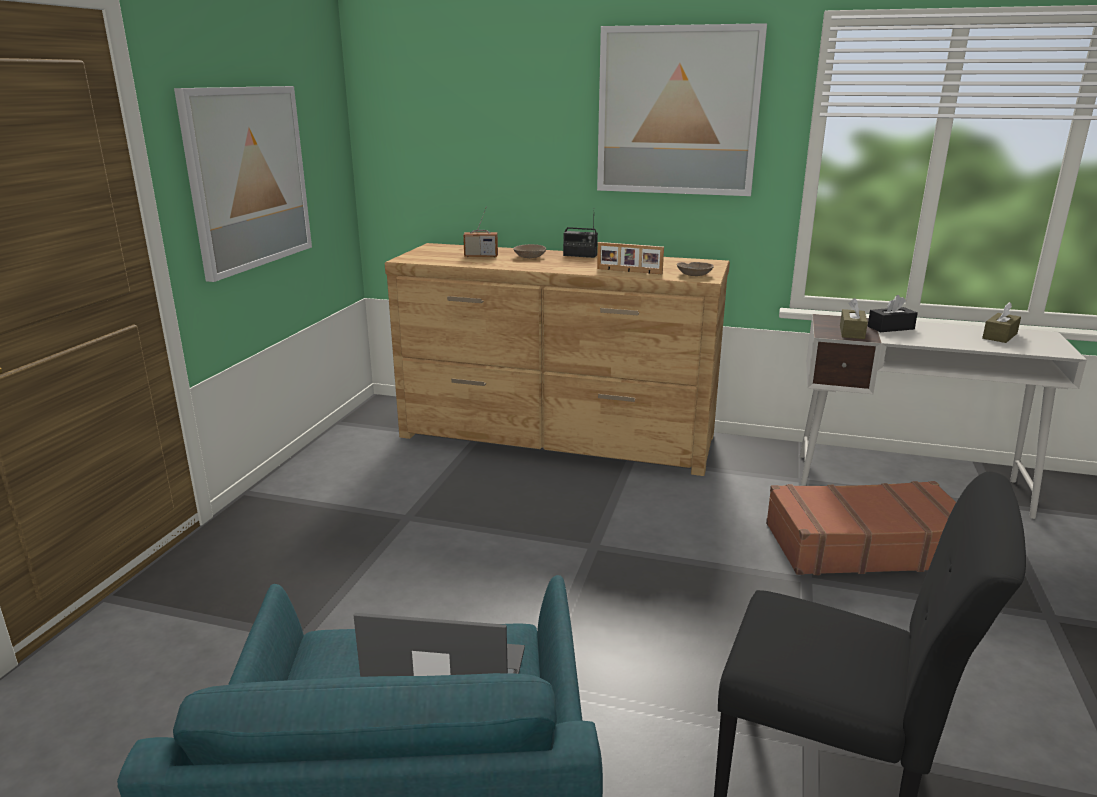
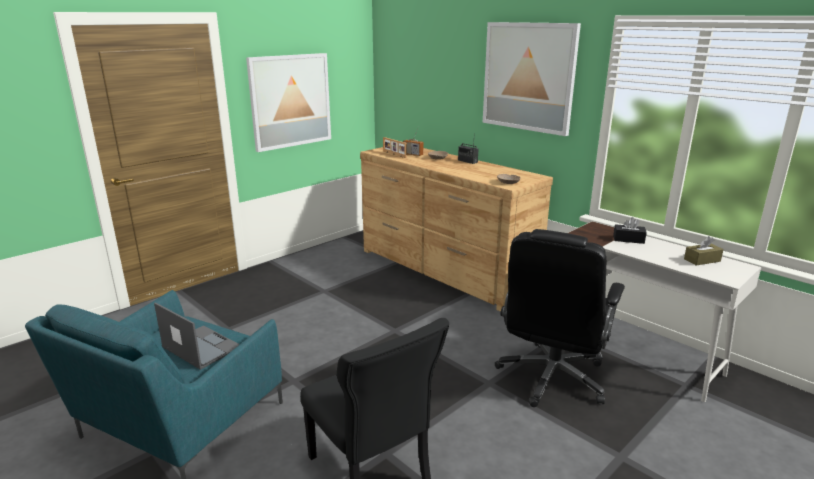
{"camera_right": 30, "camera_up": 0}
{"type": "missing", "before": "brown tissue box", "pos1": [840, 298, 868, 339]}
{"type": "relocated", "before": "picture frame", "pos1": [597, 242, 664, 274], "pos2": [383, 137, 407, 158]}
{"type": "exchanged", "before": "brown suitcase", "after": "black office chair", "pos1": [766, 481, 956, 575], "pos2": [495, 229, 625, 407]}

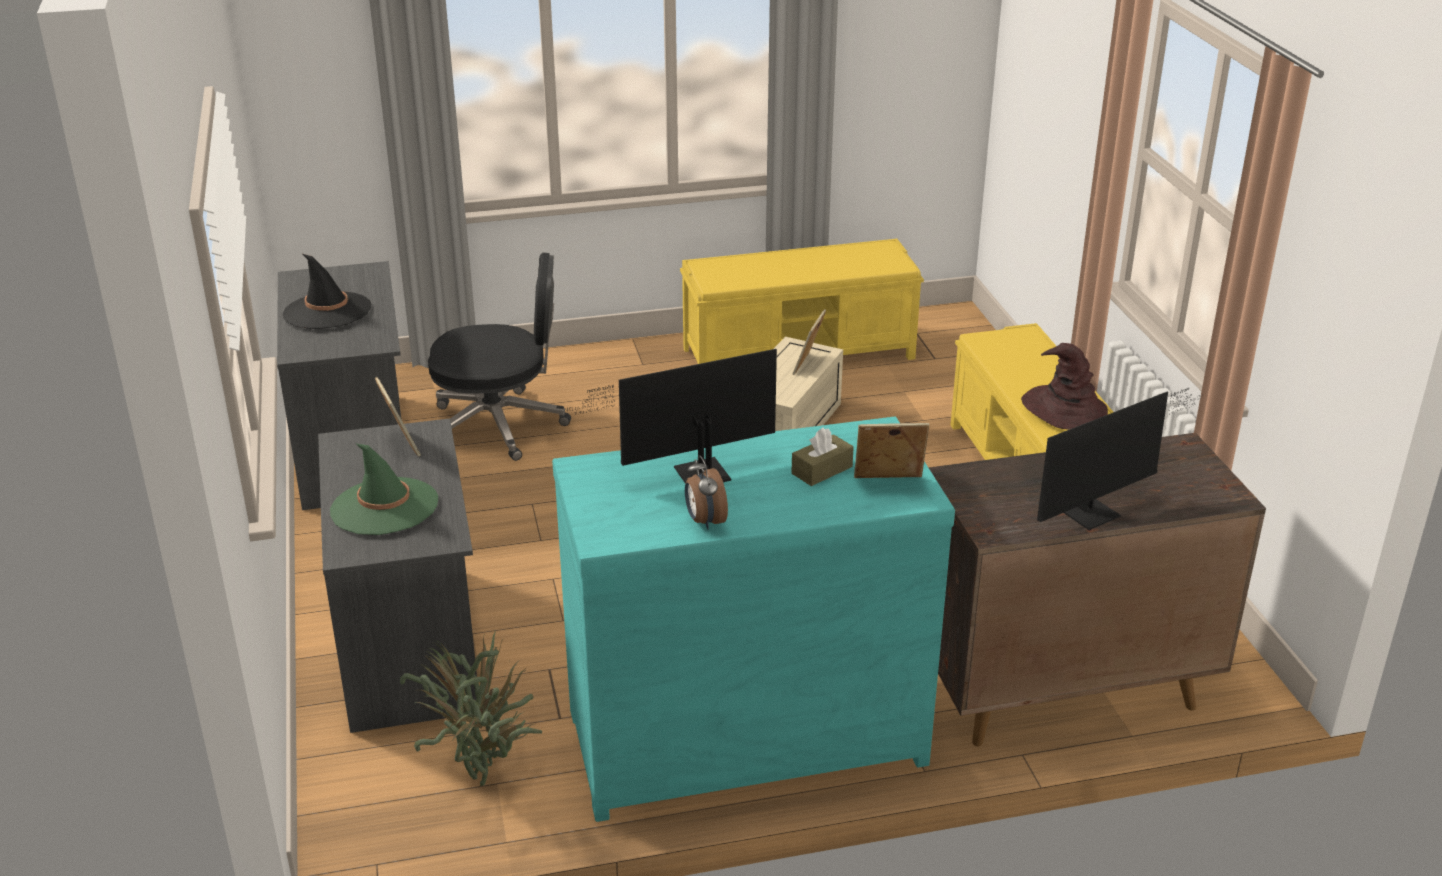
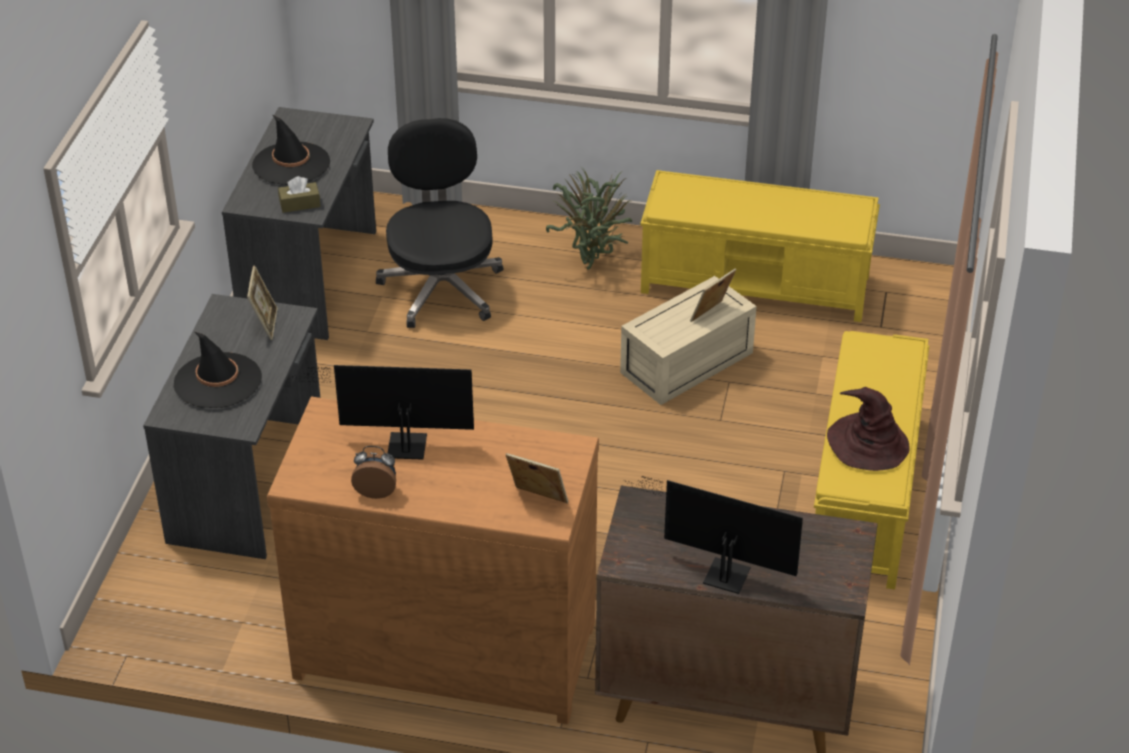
{"camera_right": 25, "camera_up": 10}
{"type": "relocated", "before": "potted plant", "pos1": [400, 630, 542, 786], "pos2": [546, 169, 632, 269]}
{"type": "relocated", "before": "brown tissue box", "pos1": [791, 427, 854, 486], "pos2": [278, 176, 321, 213]}
{"type": "colour", "before": "green hat", "after": "black hat", "pos1": [330, 443, 438, 535], "pos2": [174, 331, 262, 408]}
{"type": "colour", "before": "turquoise dresser", "after": "brown dresser", "pos1": [552, 416, 955, 822], "pos2": [267, 396, 599, 724]}
{"type": "spun", "before": "black office chair", "pos1": [428, 253, 571, 461], "pos2": [376, 118, 504, 328], "turn": -120}
{"type": "spun", "before": "alarm clock", "pos1": [685, 455, 728, 530], "pos2": [351, 446, 396, 499], "turn": 90}
{"type": "spun", "before": "monitor", "pos1": [1037, 389, 1202, 530], "pos2": [625, 476, 803, 594], "turn": -150}

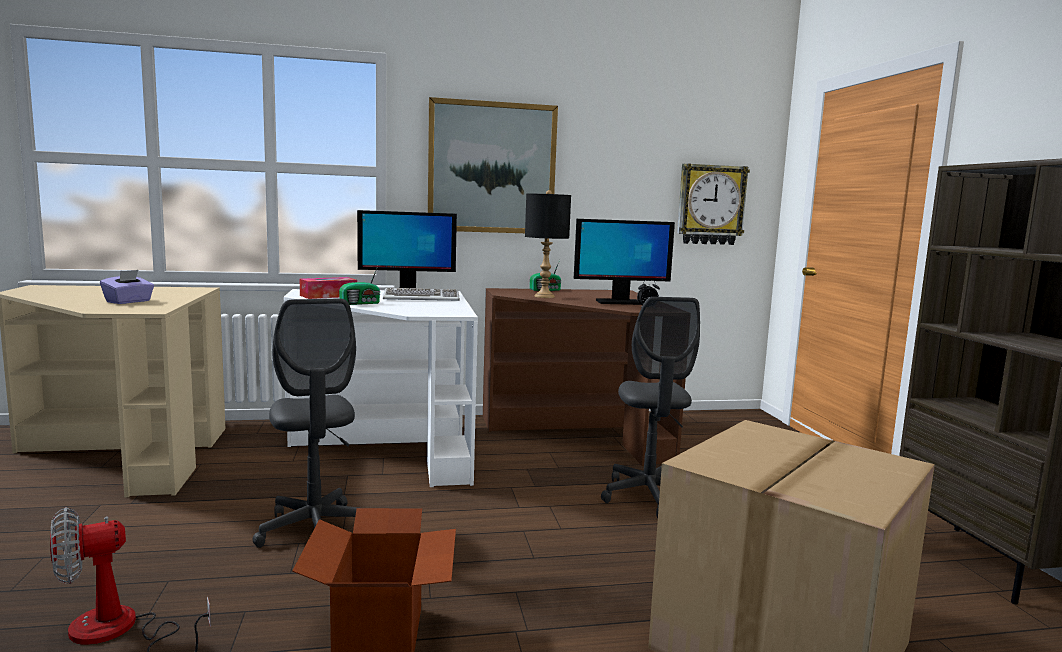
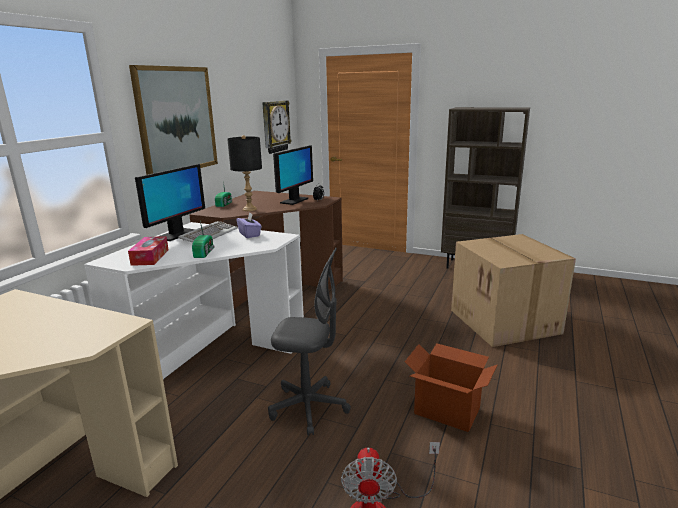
{"camera_right": -55, "camera_up": 10}
{"type": "missing", "before": "grey office chair", "pos1": [601, 297, 700, 518]}
{"type": "relocated", "before": "purple tissue box", "pos1": [100, 270, 154, 304], "pos2": [236, 212, 262, 238]}

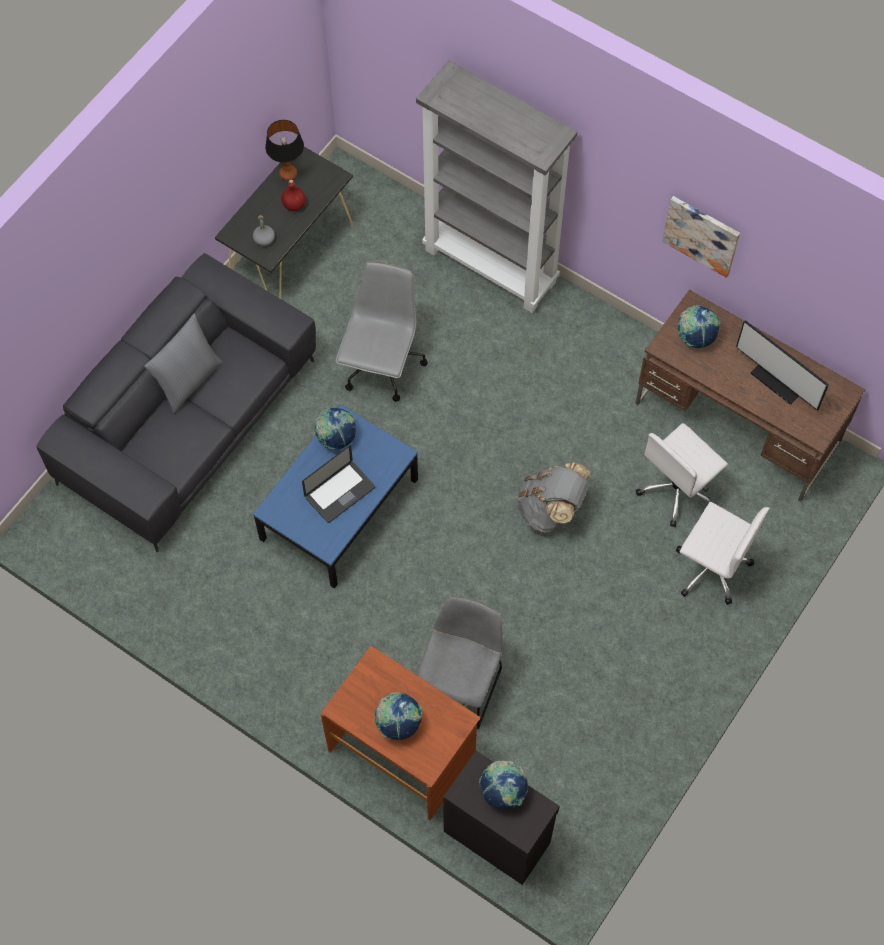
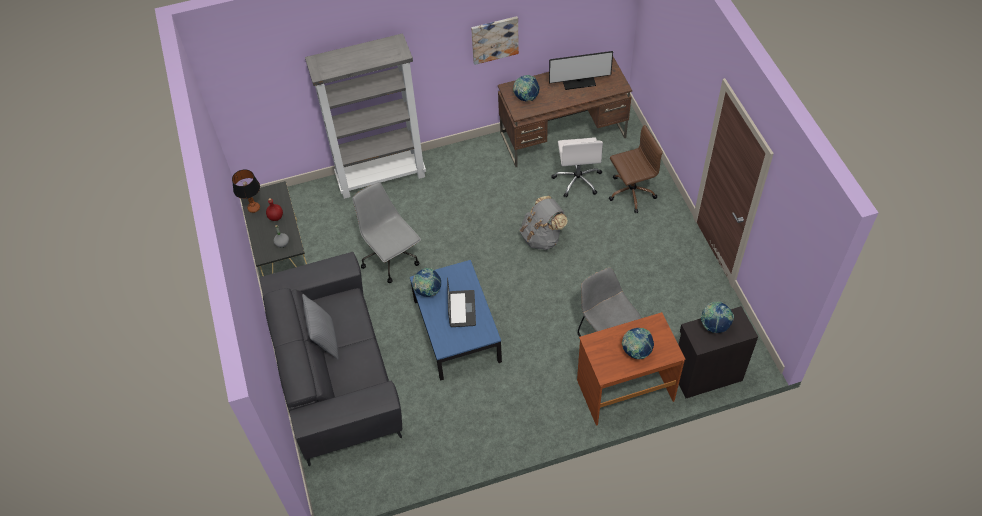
{"camera_right": -50, "camera_up": -10}
{"type": "colour", "before": "white office chair", "after": "brown office chair", "pos1": [676, 502, 770, 605], "pos2": [609, 125, 663, 213]}

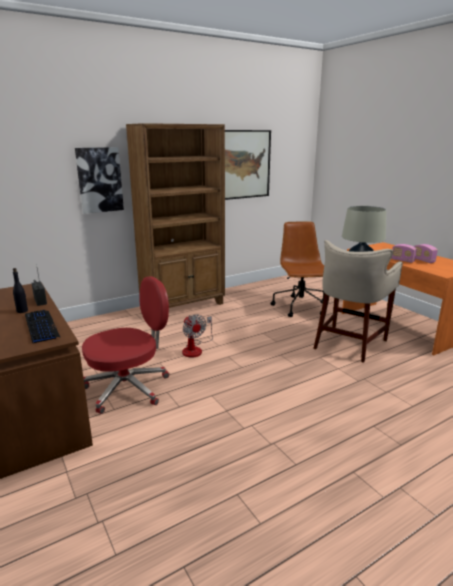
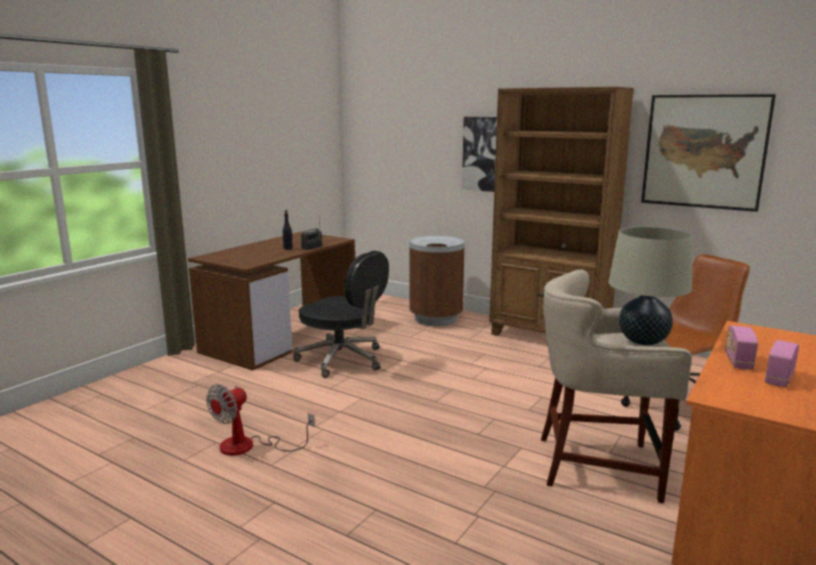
{"camera_right": 65, "camera_up": -5}
{"type": "missing", "before": "keyboard", "pos1": [25, 310, 60, 344]}
{"type": "appeared", "after": "brown trash can", "pos2": [409, 236, 465, 326]}
{"type": "relocated", "before": "fan", "pos1": [182, 314, 213, 358], "pos2": [206, 384, 315, 456]}
{"type": "colour", "before": "red office chair", "after": "black office chair", "pos1": [82, 276, 169, 414], "pos2": [293, 251, 389, 378]}

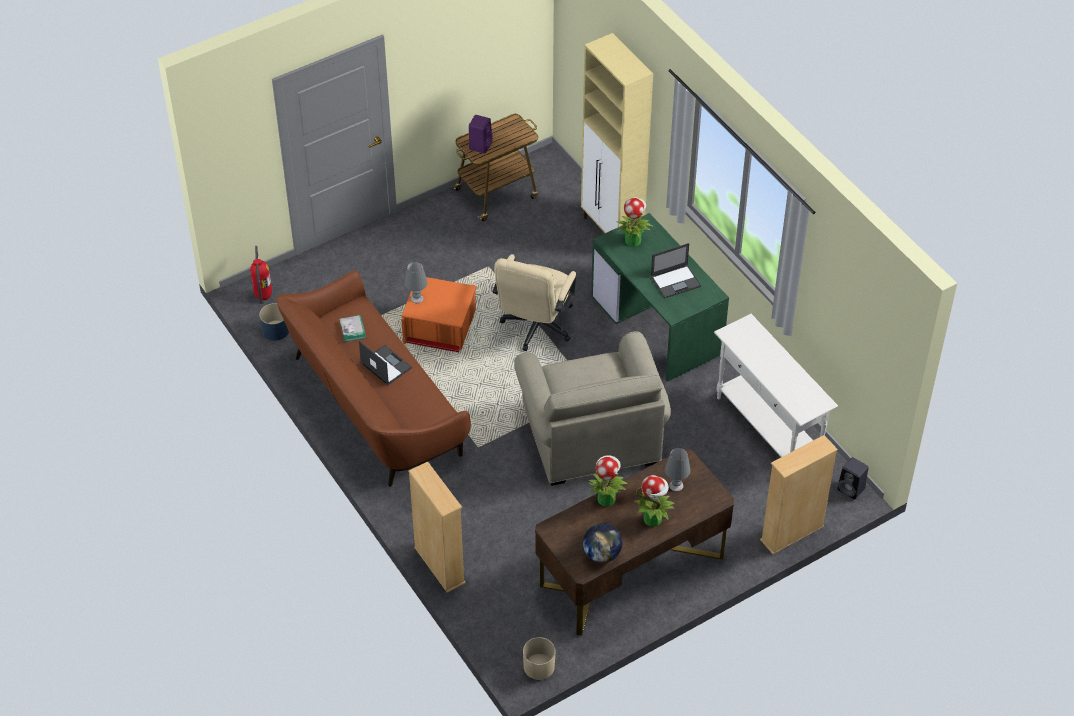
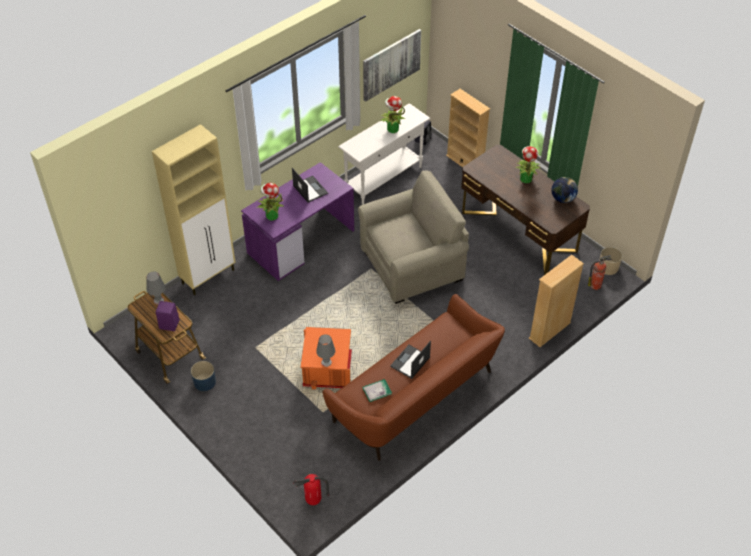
{"camera_right": -100, "camera_up": 0}
{"type": "missing", "before": "beige office chair", "pos1": [493, 254, 576, 351]}
{"type": "appeared", "after": "picture", "pos2": [363, 29, 421, 102]}
{"type": "appeared", "after": "fire extinguisher", "pos2": [588, 255, 612, 290]}
{"type": "relocated", "before": "blue planter", "pos1": [259, 303, 289, 341], "pos2": [191, 361, 216, 391]}
{"type": "relocated", "before": "potted plant", "pos1": [588, 455, 628, 507], "pos2": [380, 96, 406, 133]}
{"type": "relocated", "before": "grey table lamp", "pos1": [665, 448, 691, 492], "pos2": [146, 271, 165, 305]}
{"type": "colour", "before": "green desk", "after": "purple desk", "pos1": [591, 213, 729, 382], "pos2": [241, 162, 354, 281]}

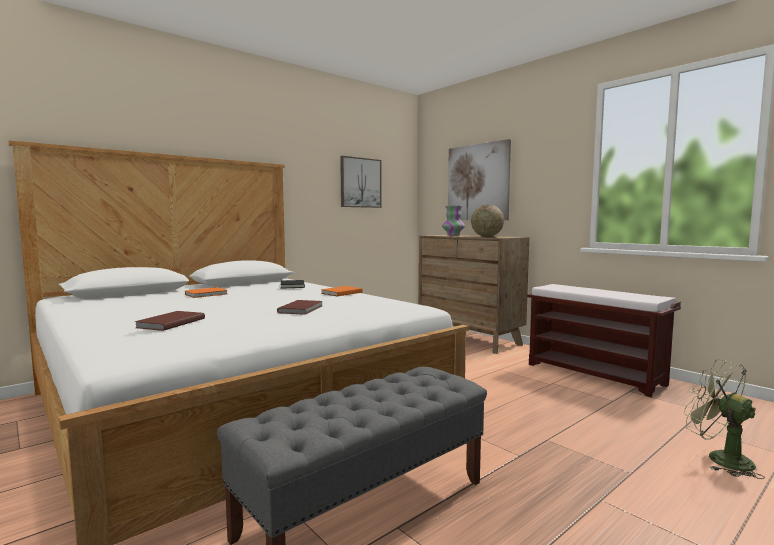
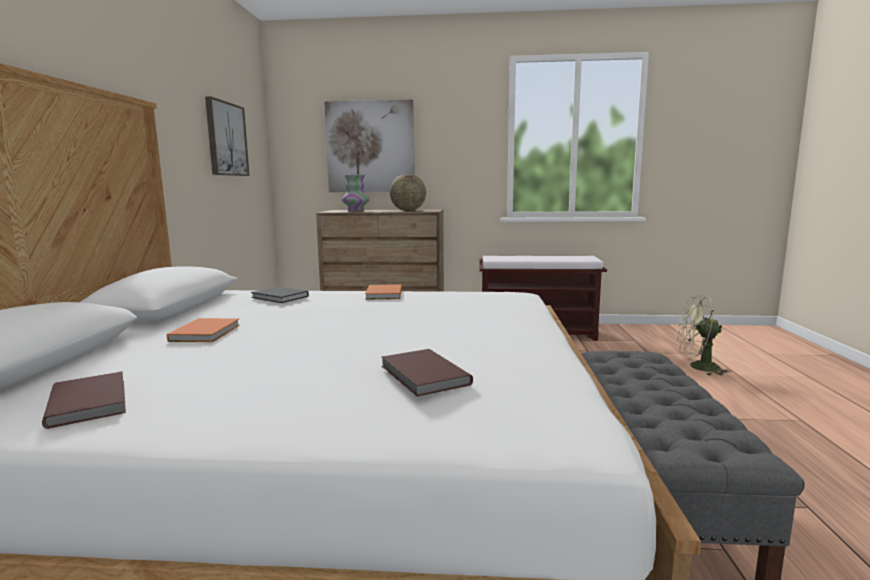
{"camera_right": -45, "camera_up": 5}
{"type": "relocated", "before": "brown book", "pos1": [277, 300, 322, 315], "pos2": [42, 371, 126, 429]}

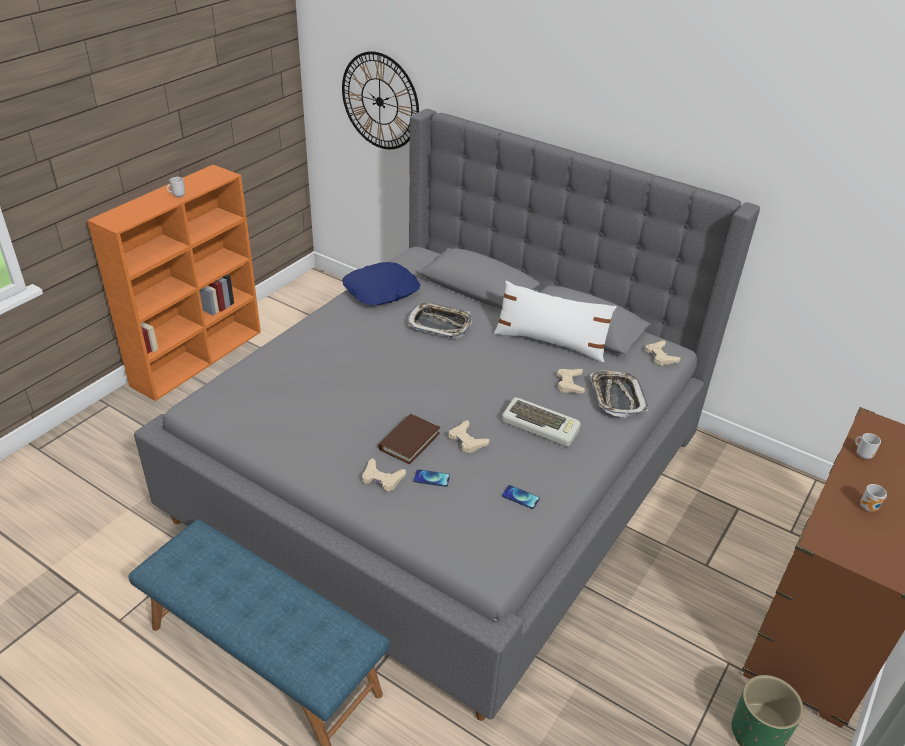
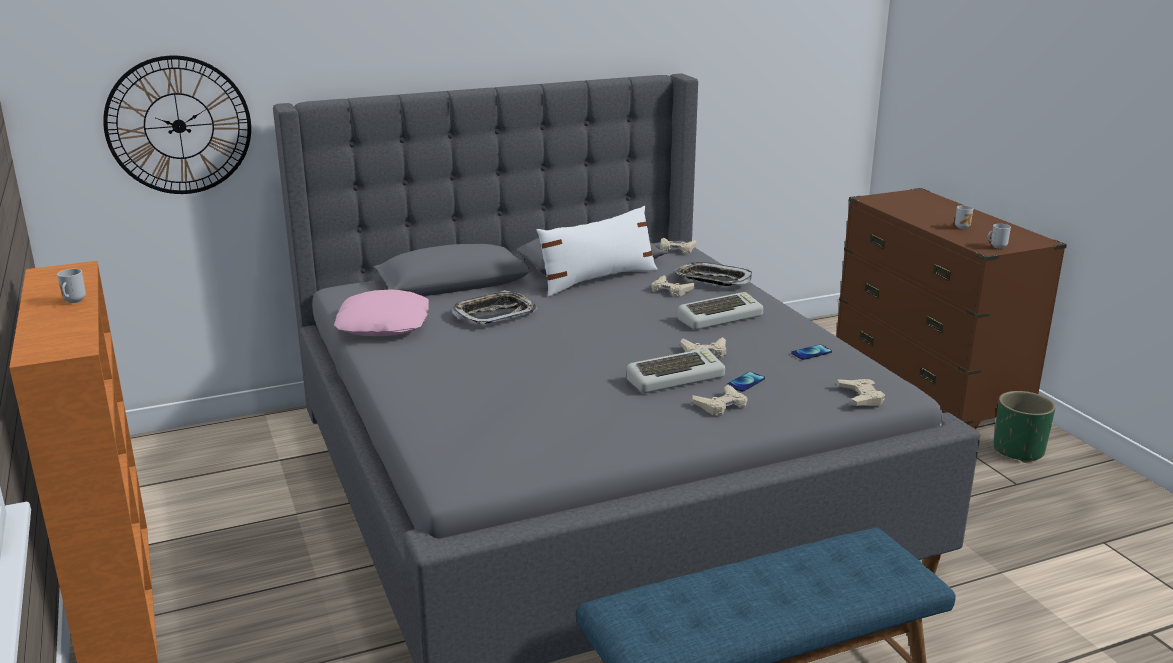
{"camera_right": -55, "camera_up": -15}
{"type": "appeared", "after": "beige game controller", "pos2": [837, 379, 885, 406]}
{"type": "relocated", "before": "mug", "pos1": [855, 433, 881, 459], "pos2": [987, 224, 1011, 249]}
{"type": "exchanged", "before": "brown book", "after": "keyboard", "pos1": [378, 414, 440, 464], "pos2": [627, 349, 725, 393]}
{"type": "colour", "before": "blue pillow", "after": "pink pillow", "pos1": [342, 262, 420, 306], "pos2": [334, 290, 429, 336]}

